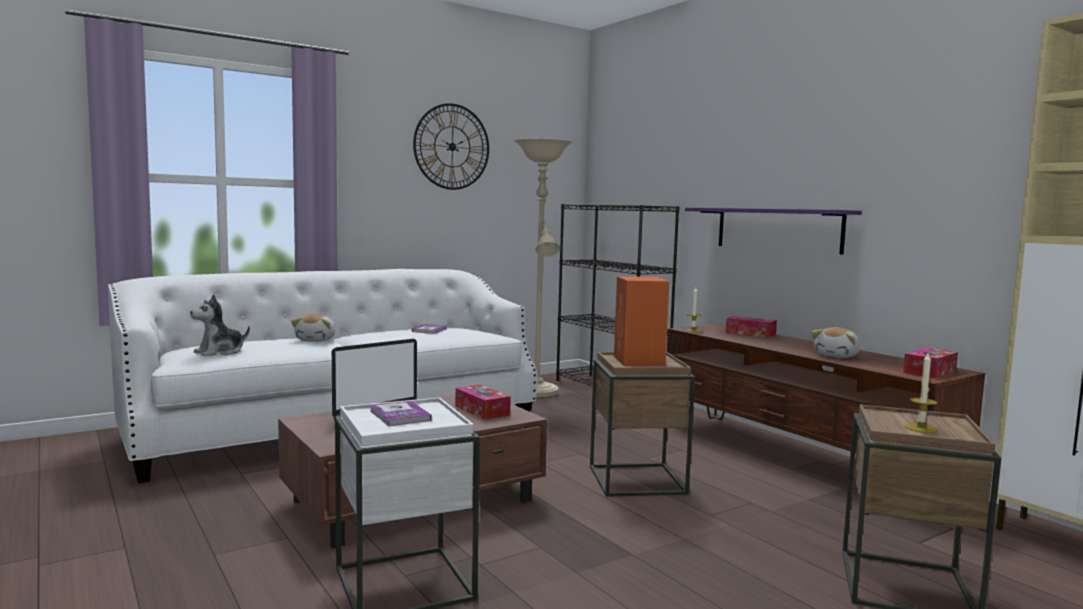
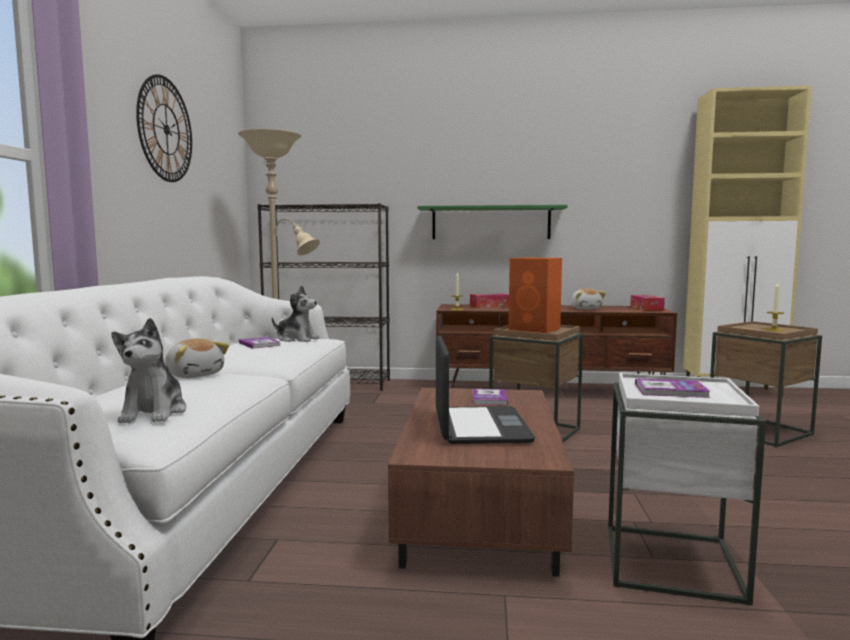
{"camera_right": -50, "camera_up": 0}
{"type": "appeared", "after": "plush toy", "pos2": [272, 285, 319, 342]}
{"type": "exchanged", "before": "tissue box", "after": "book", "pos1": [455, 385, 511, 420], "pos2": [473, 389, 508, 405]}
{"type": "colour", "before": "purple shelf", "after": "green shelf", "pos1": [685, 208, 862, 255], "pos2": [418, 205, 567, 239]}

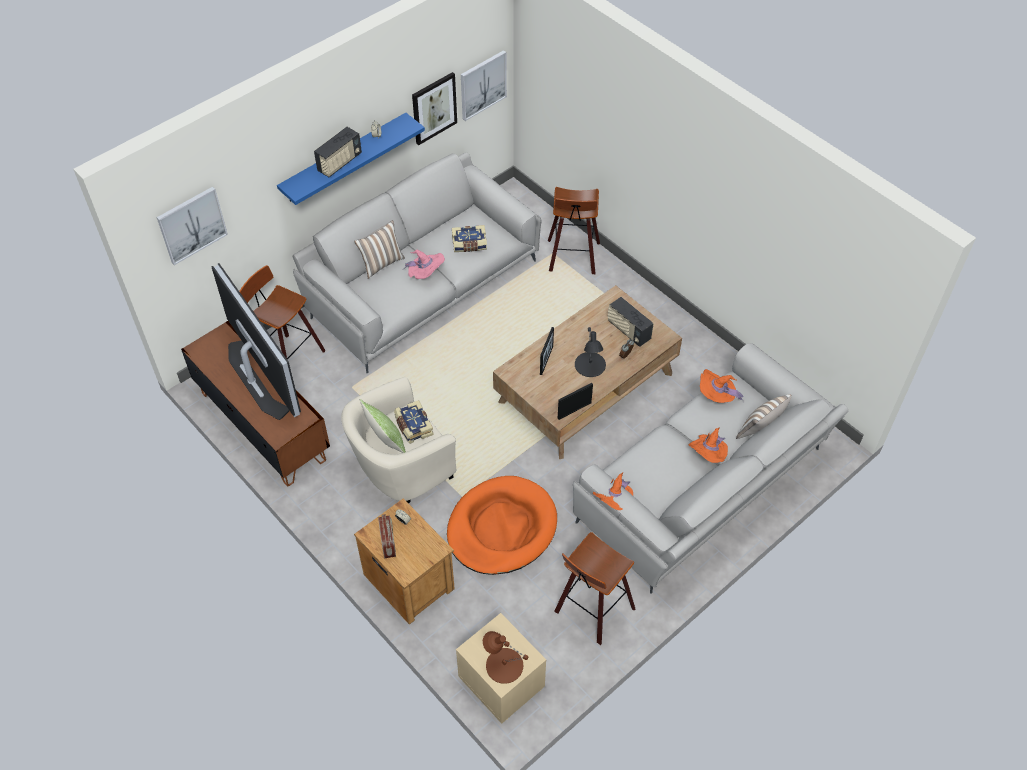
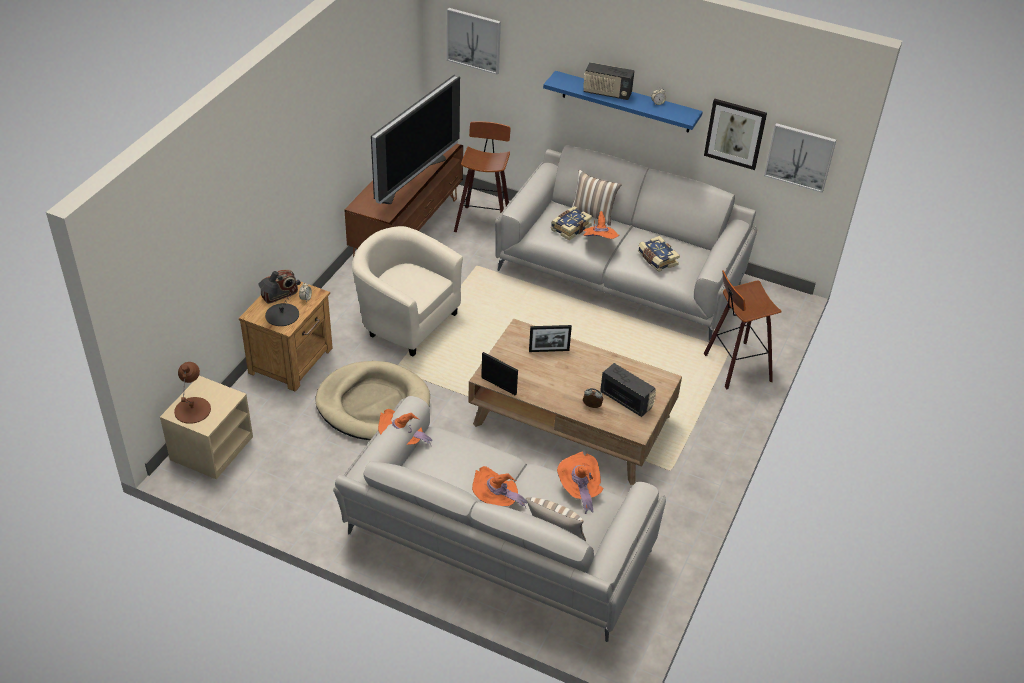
{"camera_right": 65, "camera_up": -10}
{"type": "missing", "before": "pillow", "pos1": [360, 399, 406, 453]}
{"type": "missing", "before": "stool", "pos1": [554, 532, 635, 645]}
{"type": "relocated", "before": "book", "pos1": [394, 400, 434, 444], "pos2": [551, 206, 592, 240]}
{"type": "relocated", "before": "black table lamp", "pos1": [575, 327, 606, 377], "pos2": [258, 271, 301, 326]}
{"type": "colour", "before": "pink hat", "after": "orange hat", "pos1": [405, 249, 445, 279], "pos2": [583, 211, 619, 239]}
{"type": "colour", "before": "orange dog bed", "after": "beige dog bed", "pos1": [447, 476, 557, 575], "pos2": [315, 361, 430, 440]}
{"type": "spun", "before": "radio", "pos1": [607, 297, 653, 347], "pos2": [600, 363, 656, 417], "turn": 105}

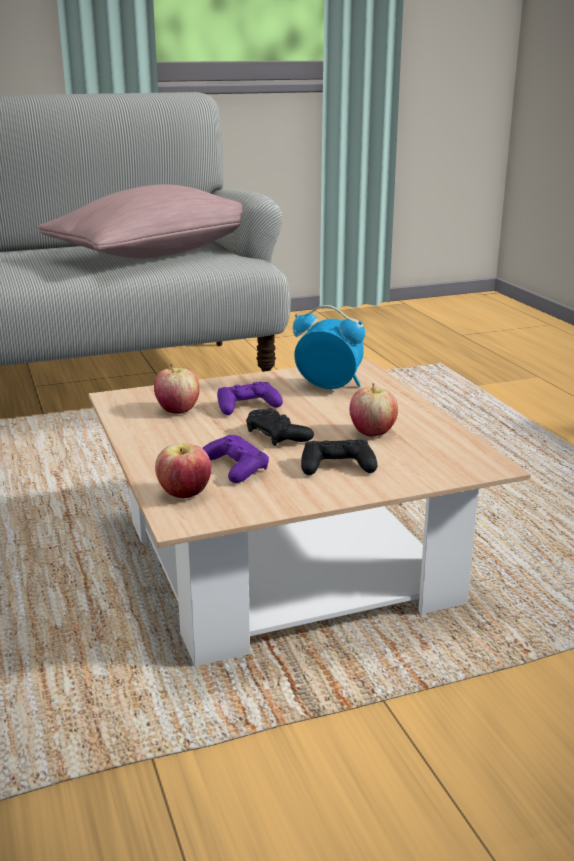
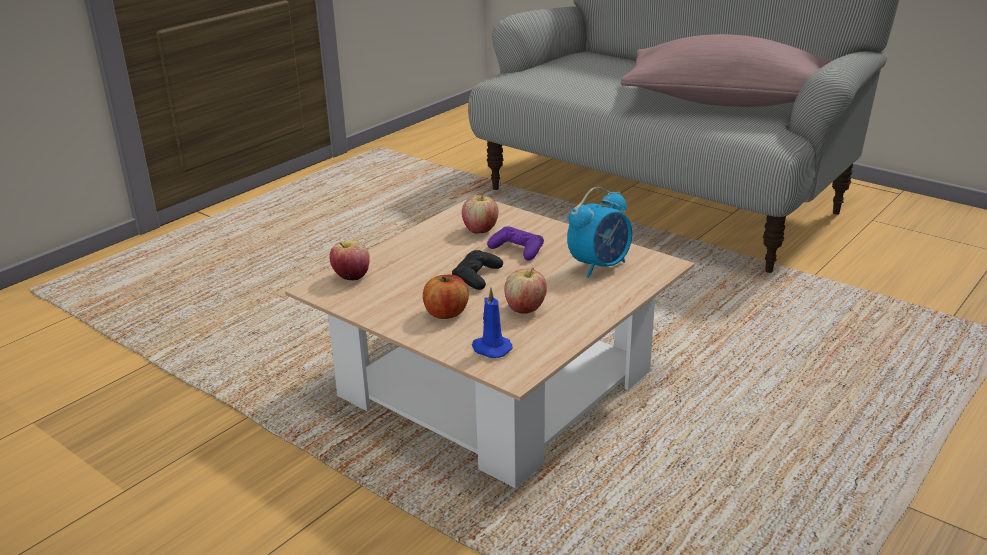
{"camera_right": 60, "camera_up": 5}
{"type": "missing", "before": "purple game controller", "pos1": [202, 435, 269, 483]}
{"type": "appeared", "after": "blue candle", "pos2": [472, 287, 512, 358]}
{"type": "exchanged", "before": "black game controller", "after": "apple", "pos1": [301, 439, 377, 475], "pos2": [423, 274, 469, 319]}
{"type": "spun", "before": "alarm clock", "pos1": [293, 305, 365, 389], "pos2": [567, 187, 632, 278], "turn": 60}

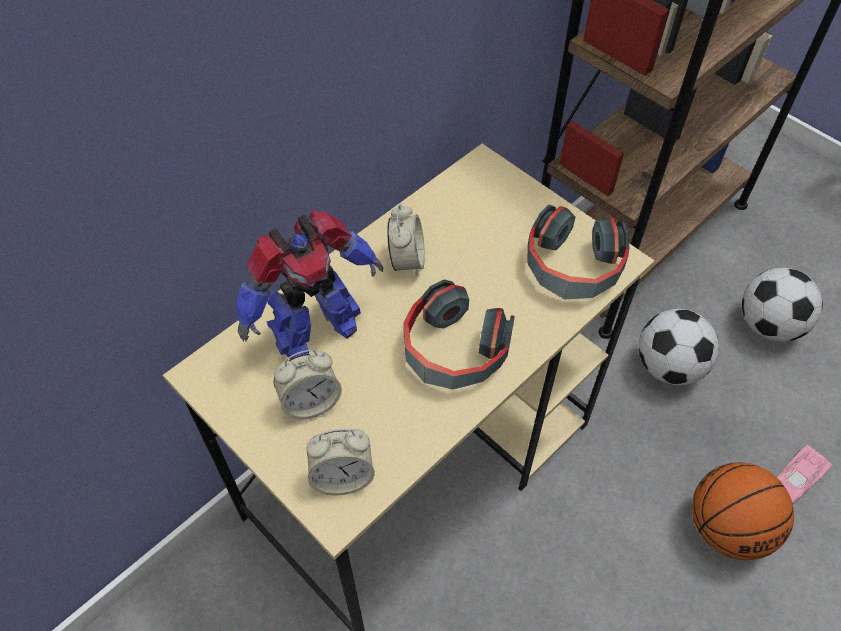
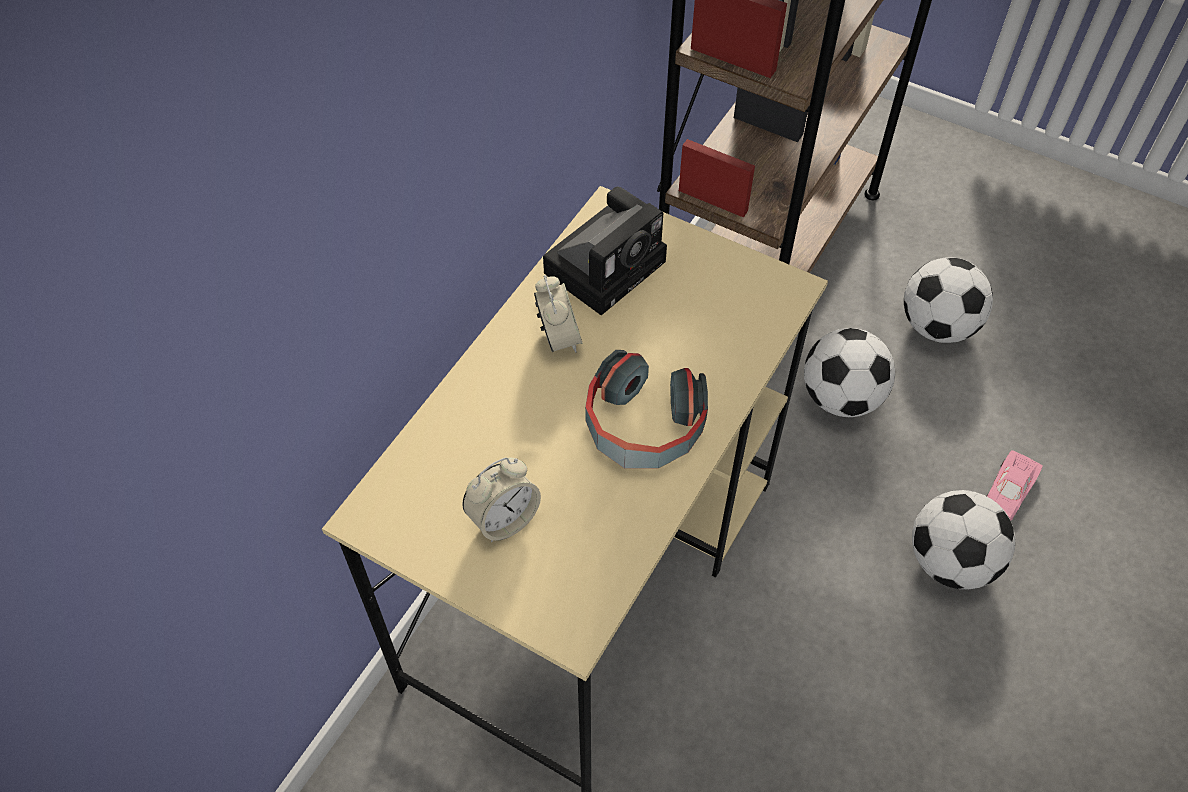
{"camera_right": -15, "camera_up": 0}
{"type": "missing", "before": "toy robot", "pos1": [235, 210, 384, 359]}
{"type": "missing", "before": "alarm clock", "pos1": [307, 429, 375, 495]}
{"type": "missing", "before": "headphones", "pos1": [527, 205, 629, 299]}
{"type": "appeared", "after": "photo camera", "pos2": [543, 186, 667, 315]}
{"type": "exchanged", "before": "basketball", "after": "football", "pos1": [692, 462, 794, 560], "pos2": [912, 490, 1015, 589]}

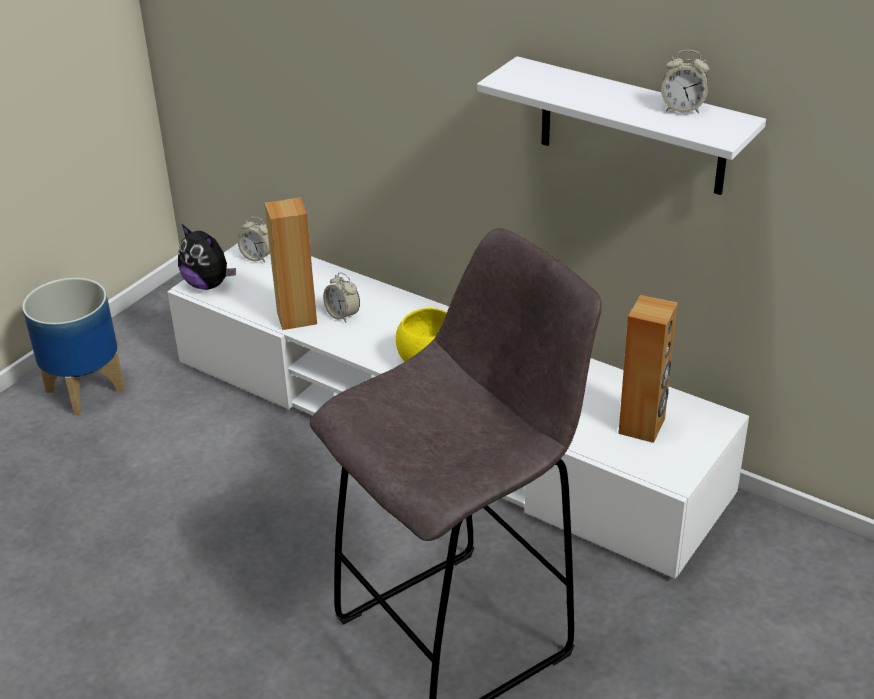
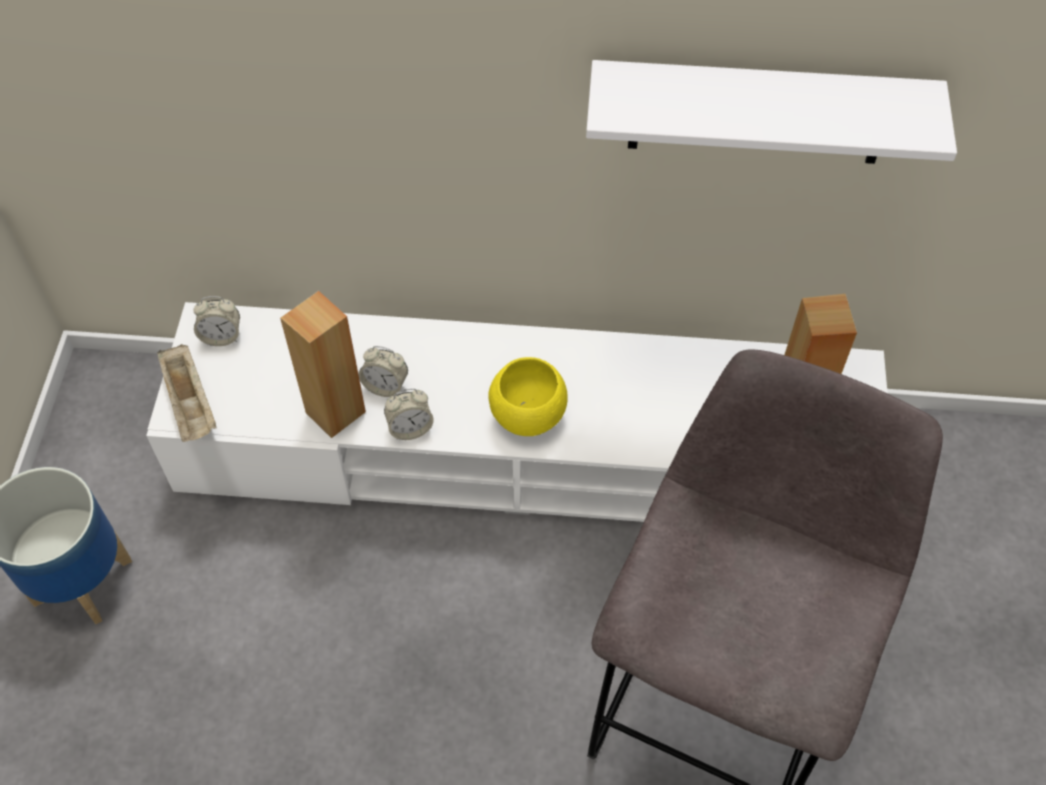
{"camera_right": -30, "camera_up": 20}
{"type": "relocated", "before": "alarm clock", "pos1": [661, 50, 709, 113], "pos2": [384, 389, 434, 440]}
{"type": "exchanged", "before": "plush toy", "after": "beige tray", "pos1": [178, 224, 236, 290], "pos2": [157, 344, 216, 442]}

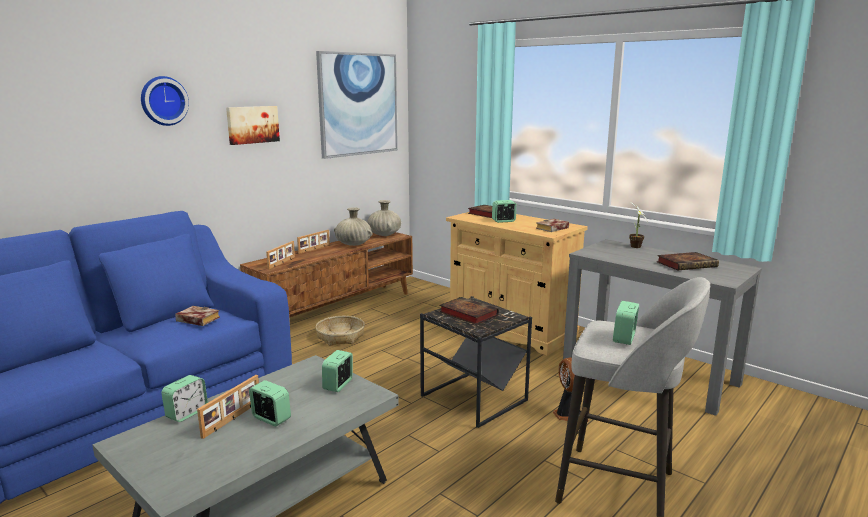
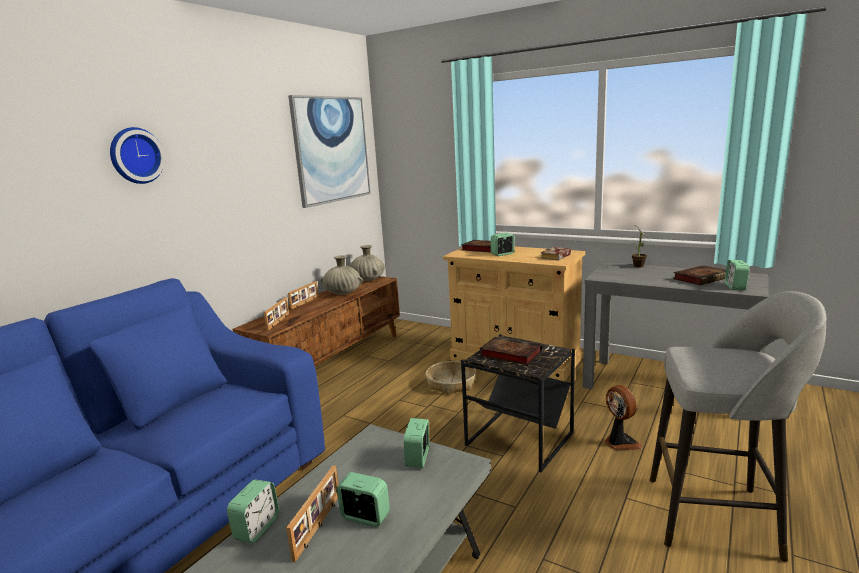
{"camera_right": -10, "camera_up": 0}
{"type": "missing", "before": "book", "pos1": [175, 306, 220, 326]}
{"type": "missing", "before": "picture", "pos1": [226, 106, 280, 145]}
{"type": "relocated", "before": "basket", "pos1": [315, 316, 365, 346], "pos2": [425, 361, 476, 395]}
{"type": "relocated", "before": "alarm clock", "pos1": [613, 301, 639, 345], "pos2": [725, 260, 749, 290]}

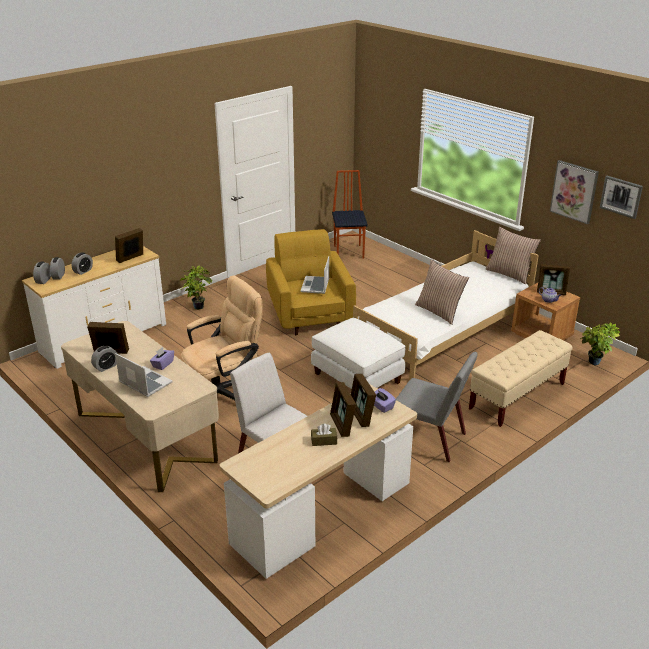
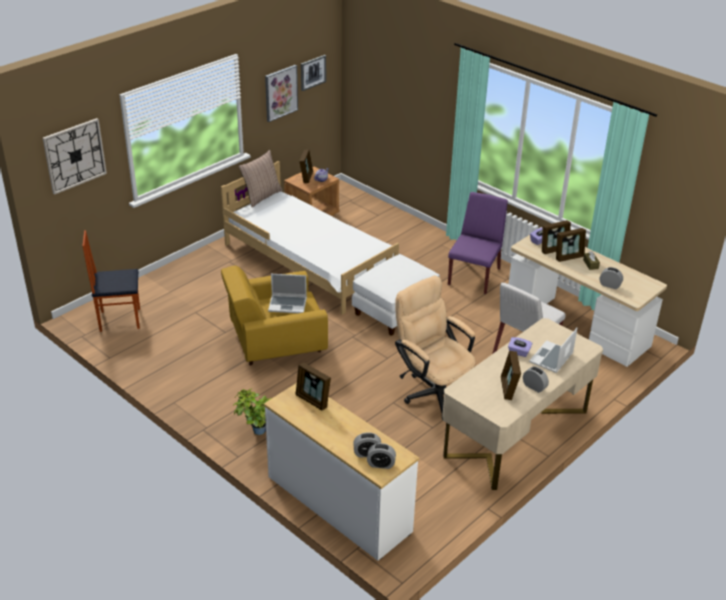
{"camera_right": -95, "camera_up": 5}
{"type": "missing", "before": "pillow", "pos1": [415, 260, 469, 325]}
{"type": "missing", "before": "beige bench", "pos1": [469, 330, 572, 427]}
{"type": "missing", "before": "potted plant", "pos1": [580, 322, 620, 365]}
{"type": "appeared", "after": "wall clock", "pos2": [43, 118, 107, 195]}
{"type": "relocated", "before": "alarm clock", "pos1": [72, 252, 93, 275], "pos2": [600, 267, 623, 289]}
{"type": "colour", "before": "grey chair", "after": "purple chair", "pos1": [396, 352, 478, 462], "pos2": [448, 192, 508, 294]}

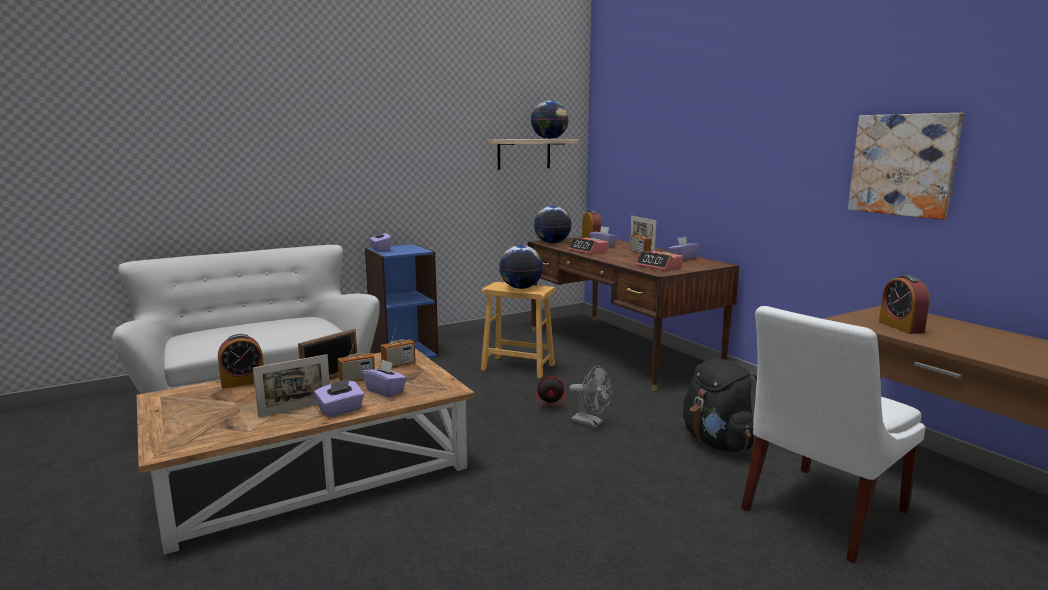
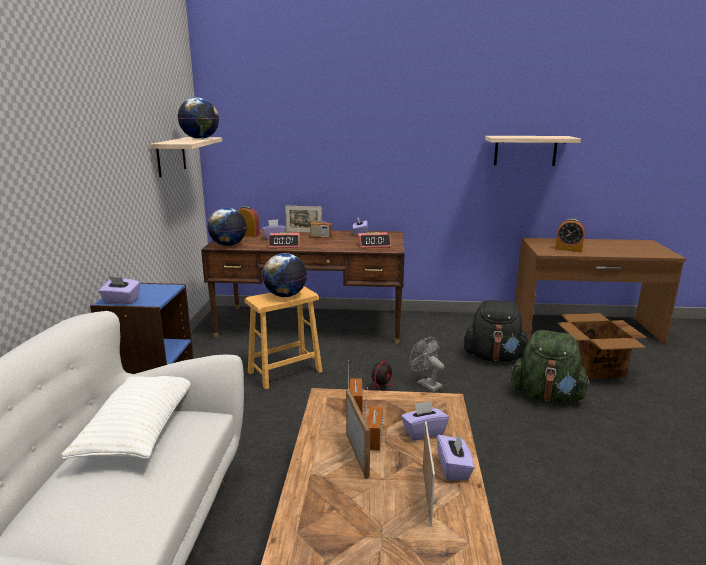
{"camera_right": -55, "camera_up": 5}
{"type": "missing", "before": "alarm clock", "pos1": [218, 334, 264, 389]}
{"type": "appeared", "after": "white pillow", "pos2": [61, 376, 191, 460]}
{"type": "appeared", "after": "green backpack", "pos2": [511, 330, 590, 403]}
{"type": "exchanged", "before": "white chair", "after": "cardboard box", "pos1": [741, 306, 926, 563], "pos2": [557, 313, 647, 379]}
{"type": "exchanged", "before": "picture", "after": "shelf", "pos1": [848, 113, 964, 220], "pos2": [485, 136, 581, 166]}
{"type": "spun", "before": "grey fan", "pos1": [569, 366, 612, 428], "pos2": [409, 337, 444, 392], "turn": -105}

